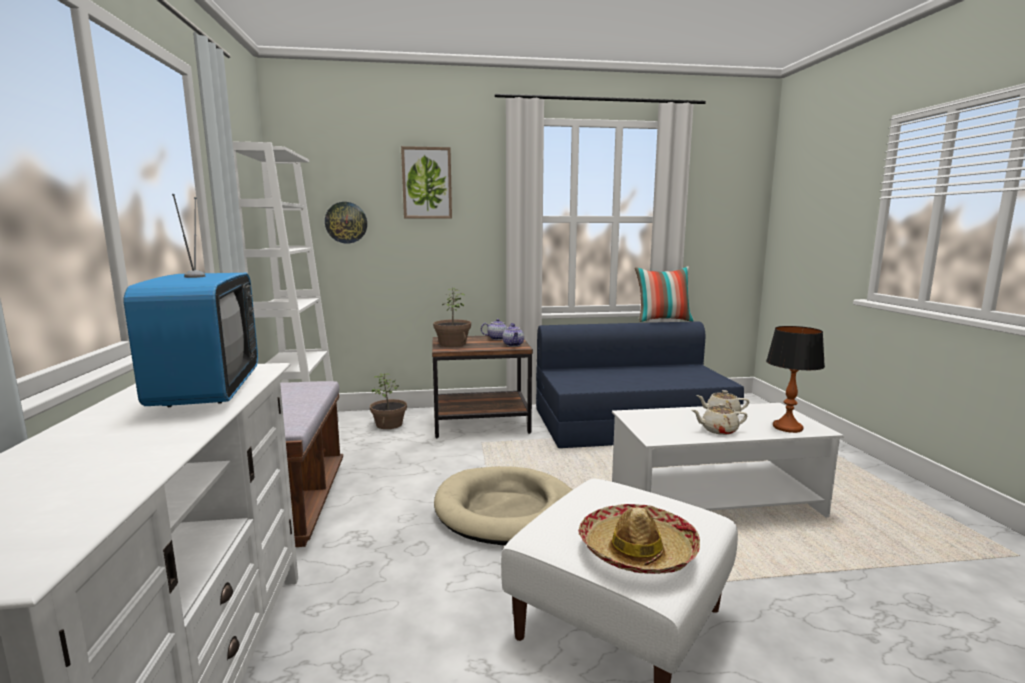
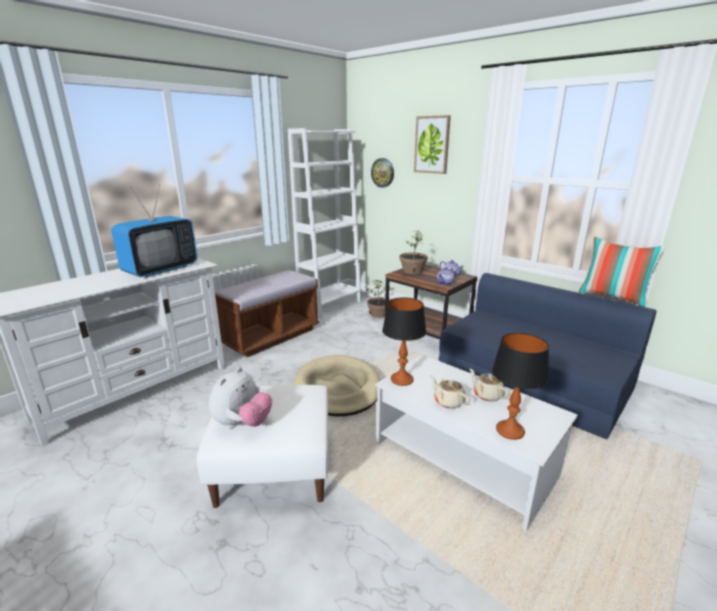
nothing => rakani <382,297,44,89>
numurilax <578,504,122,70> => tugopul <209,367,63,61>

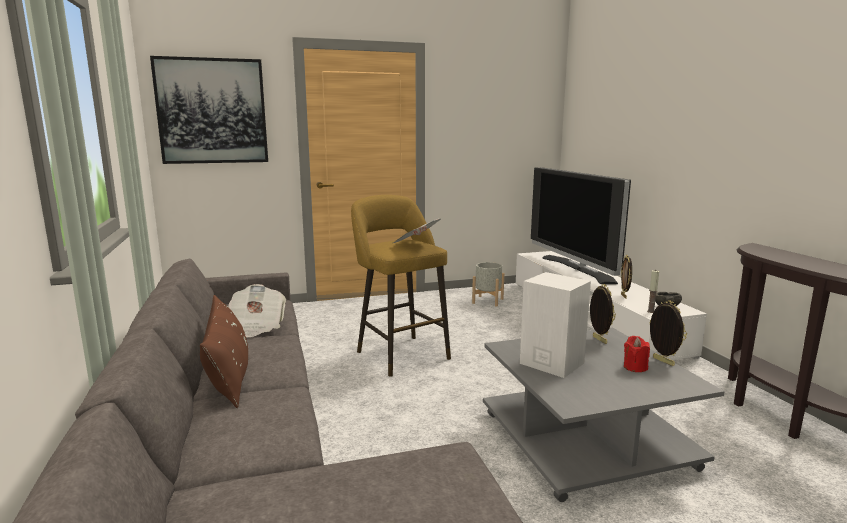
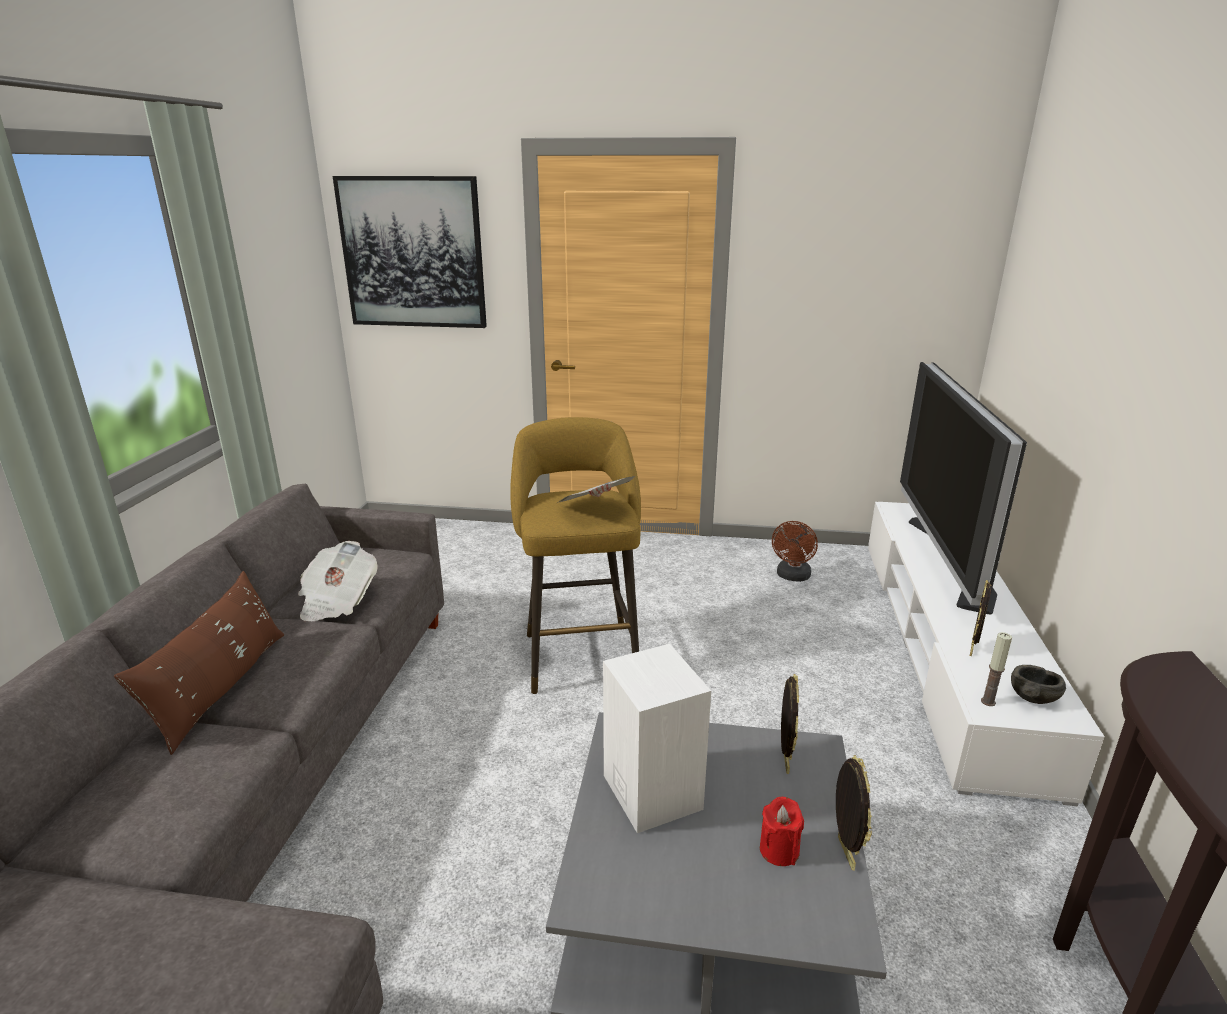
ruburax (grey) <472,262,32,45> => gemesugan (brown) <772,521,46,61>

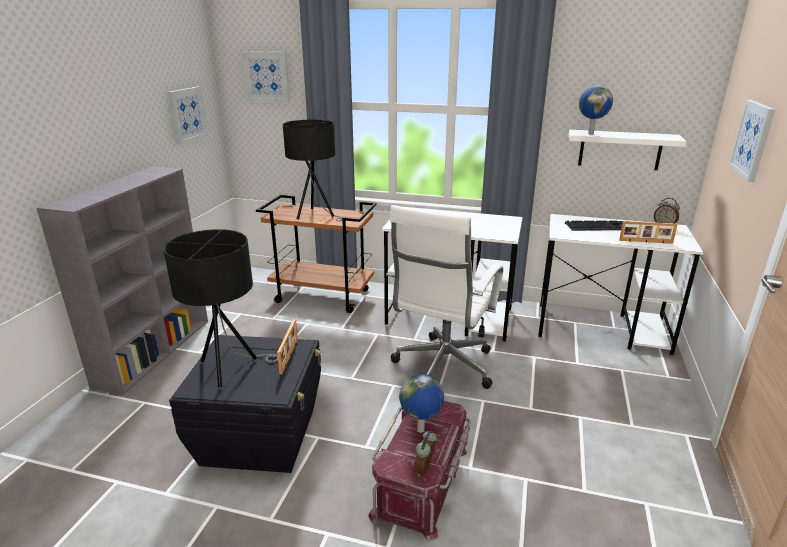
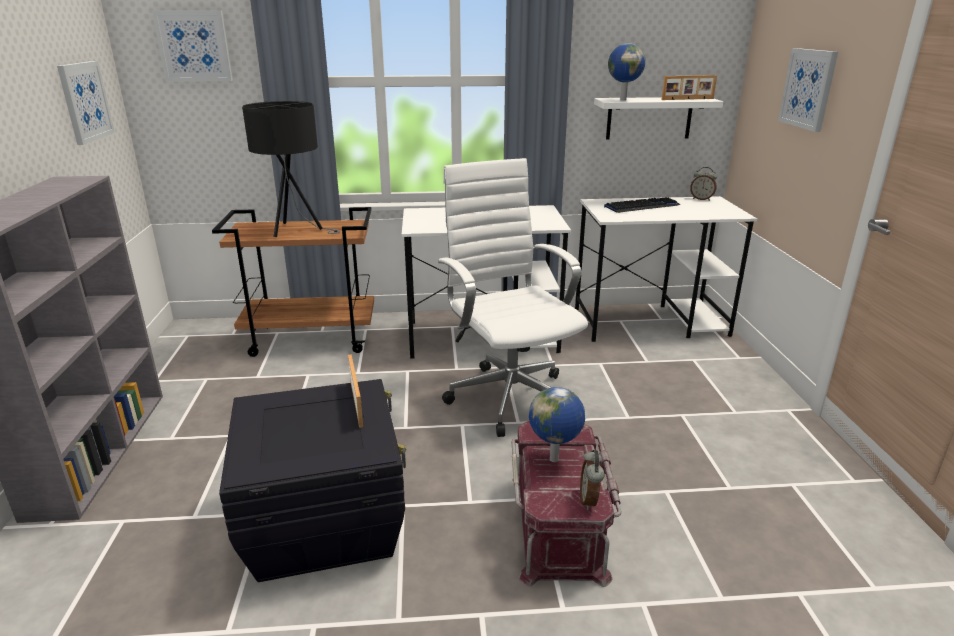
rakani (black) <163,229,115,159> => nothing
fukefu <619,221,59,23> => fukefu <662,75,55,25>, shifted
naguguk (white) <386,205,117,184> => naguguk (white) <438,158,150,279>, 150 degrees clockwise

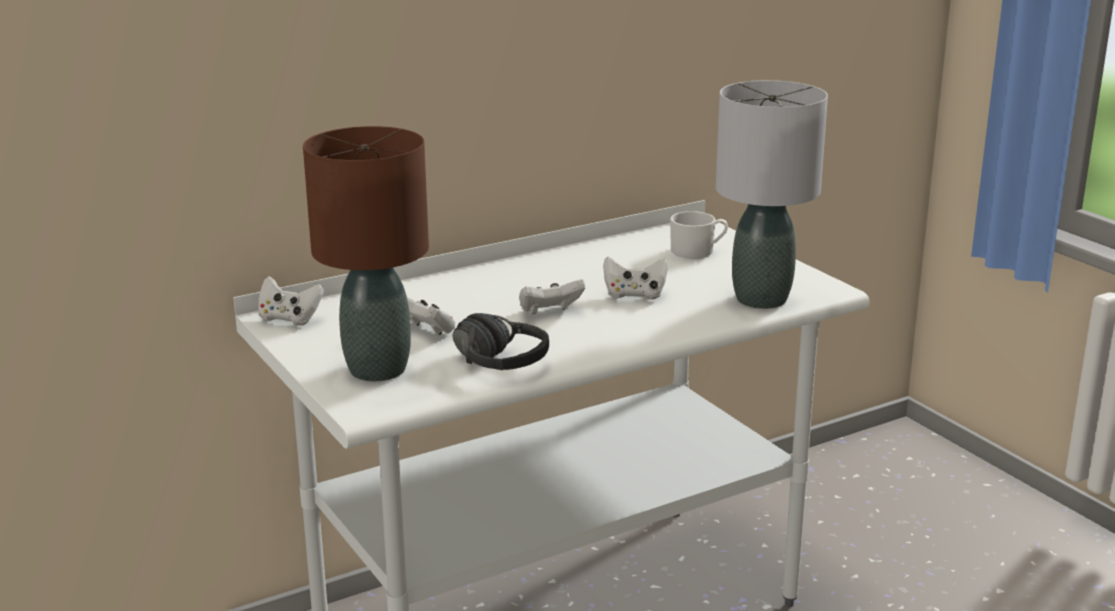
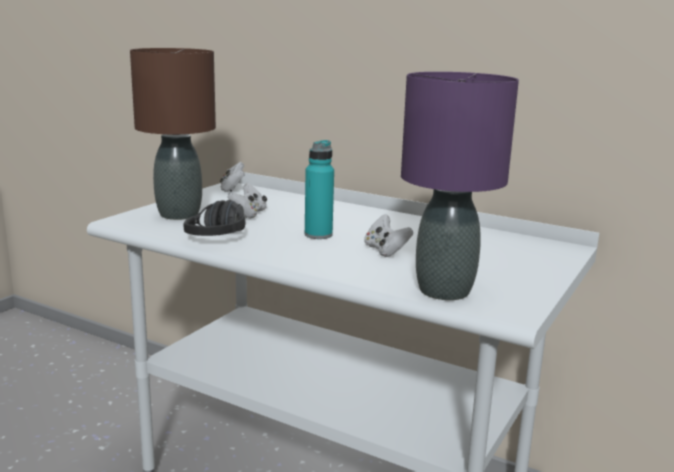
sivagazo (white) <670,211,58,47> => nothing
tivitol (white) <519,279,66,35> => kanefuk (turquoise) <305,140,29,99>
rakani (grey) <716,80,112,229> => rakani (purple) <401,72,118,228>

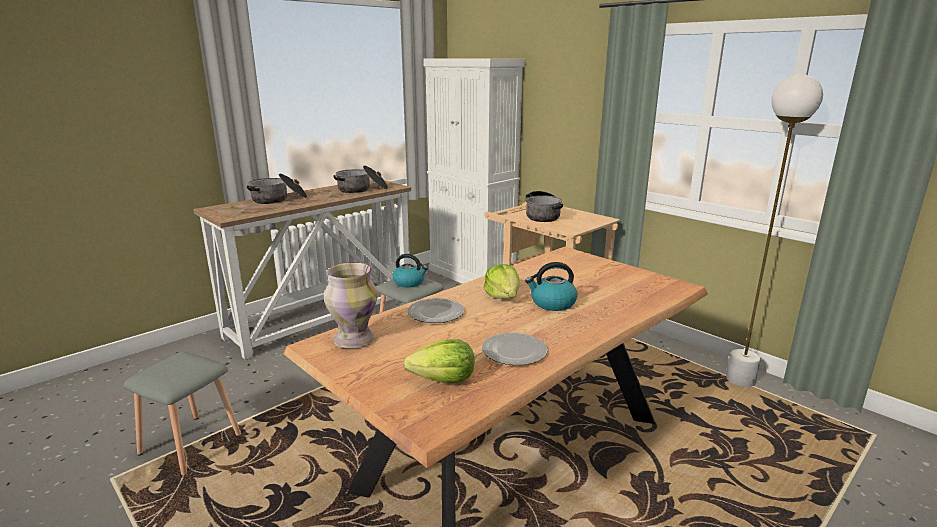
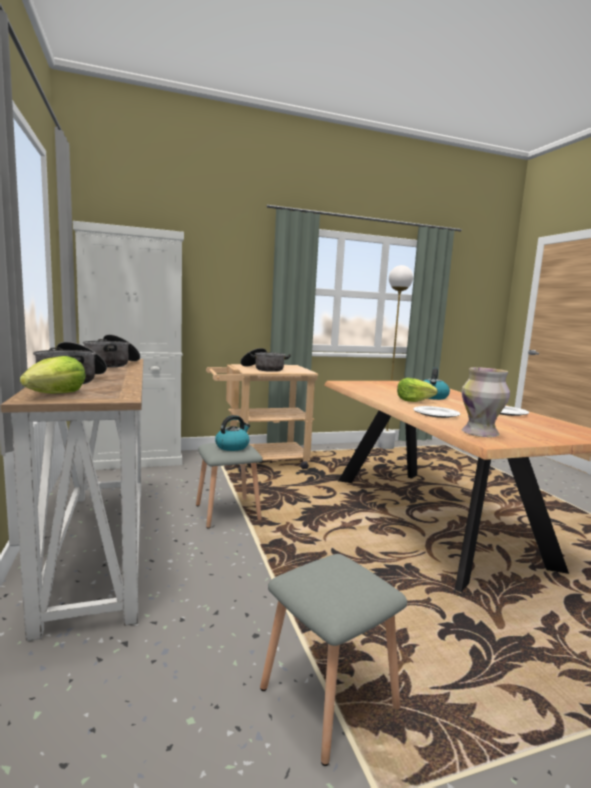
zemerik <403,339,71,44> => zemerik <20,356,66,37>, shifted

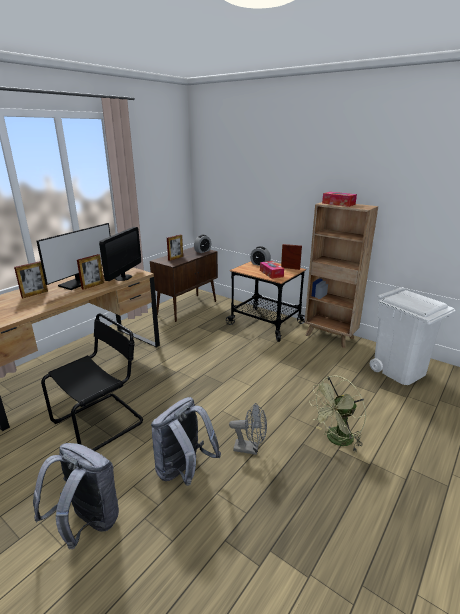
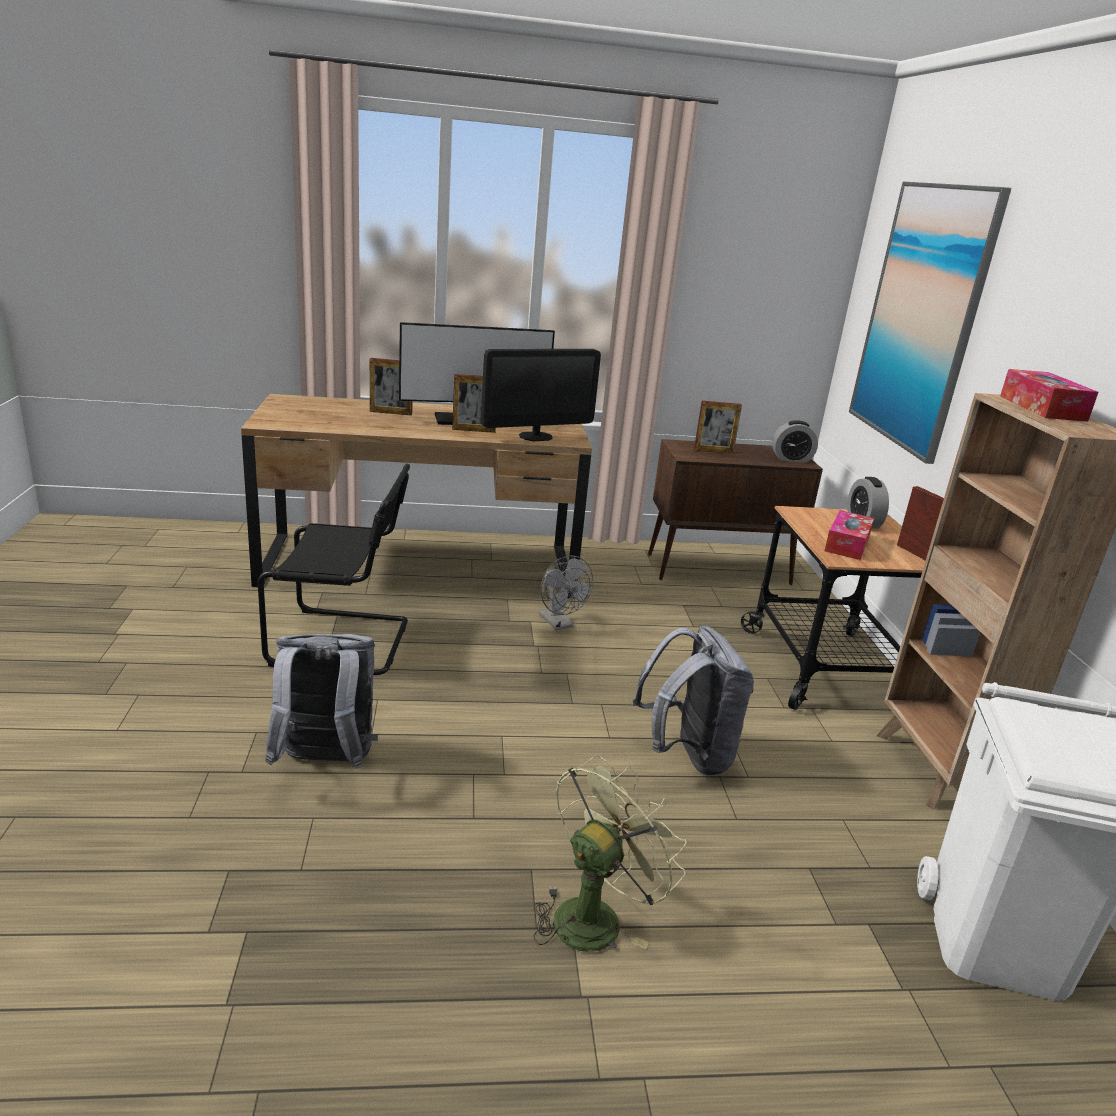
nothing => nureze <849,182,163,282>
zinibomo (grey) <33,443,86,106> => zinibomo (grey) <633,625,121,151>, shifted
gemesugan (grey) <229,403,38,52> => gemesugan (grey) <539,555,54,75>, shifted
gemesugan (green) <309,376,57,77> => gemesugan (green) <533,755,154,197>, 120 degrees clockwise

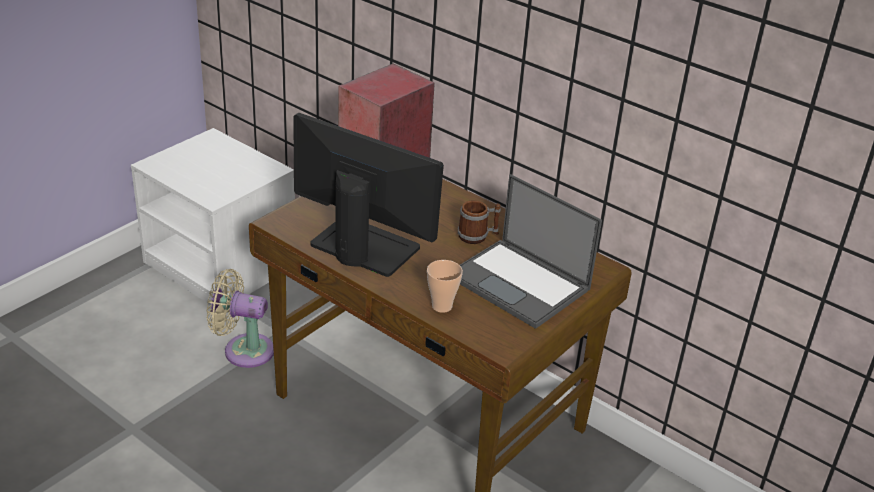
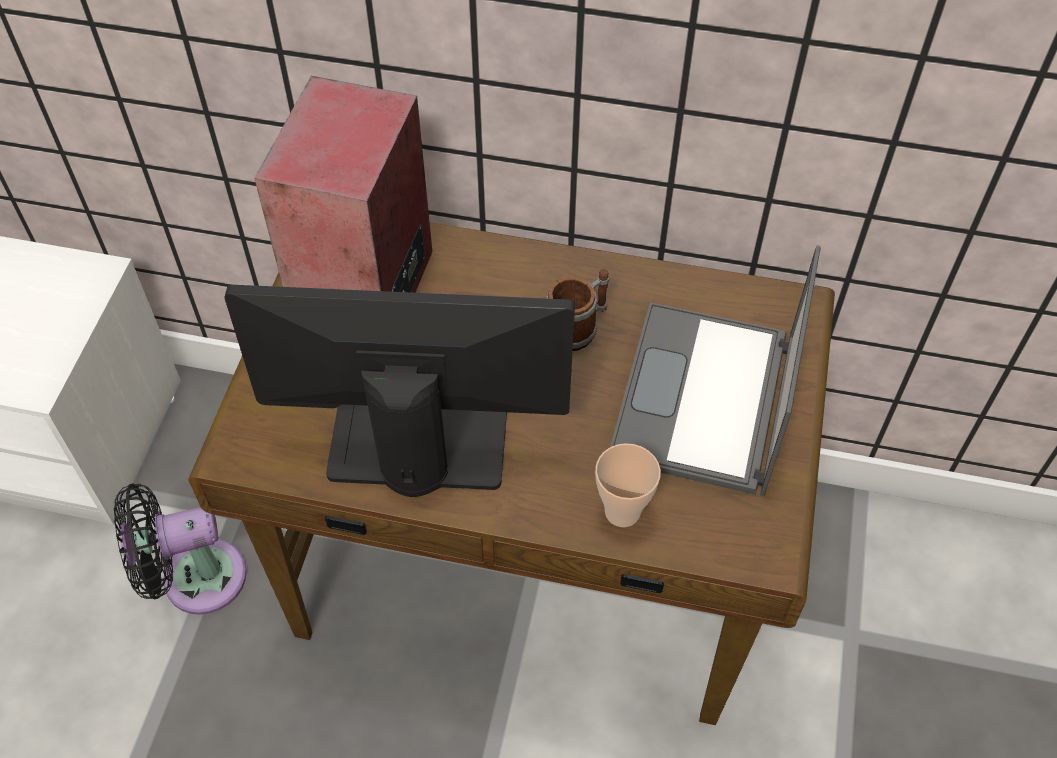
gemesugan (beige) <206,269,68,99> => gemesugan (black) <114,484,133,131>
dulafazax <460,174,142,155> => dulafazax <610,245,211,252>, 90 degrees clockwise

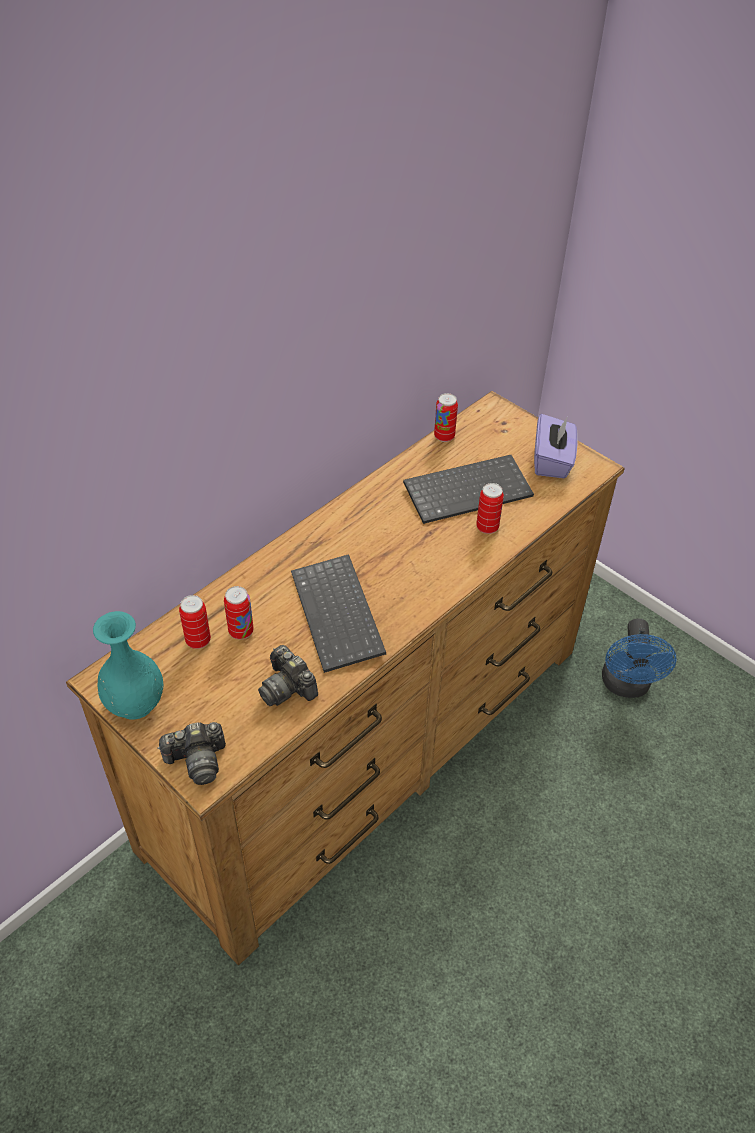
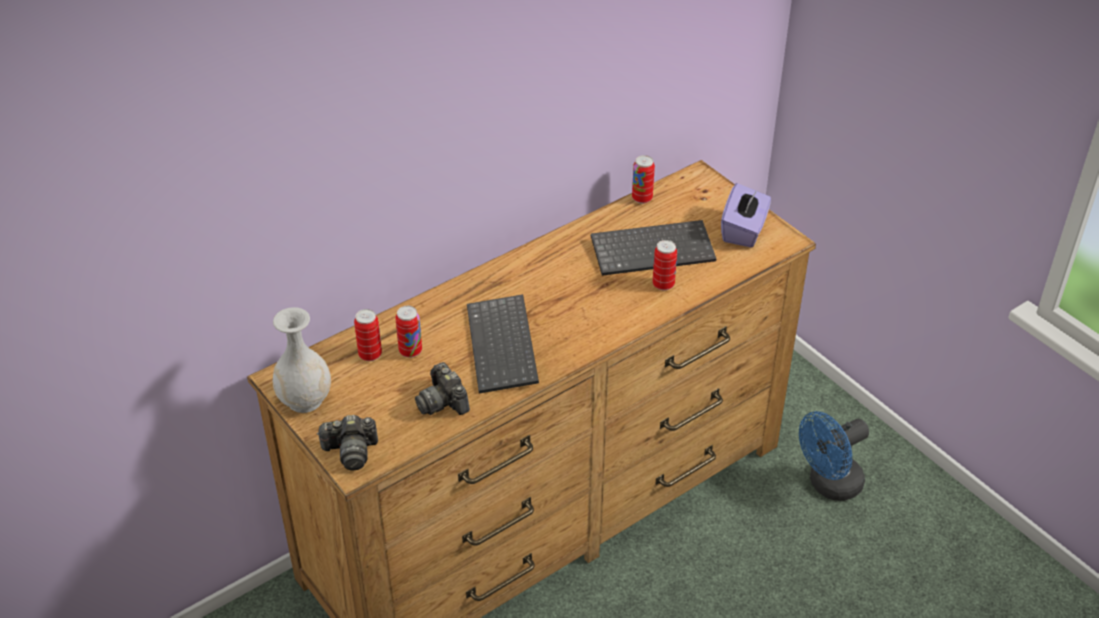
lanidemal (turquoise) <93,611,70,109> => lanidemal (white) <272,307,59,106>
gemesugan (blue) <602,618,74,80> => gemesugan (blue) <799,411,70,90>, 45 degrees clockwise

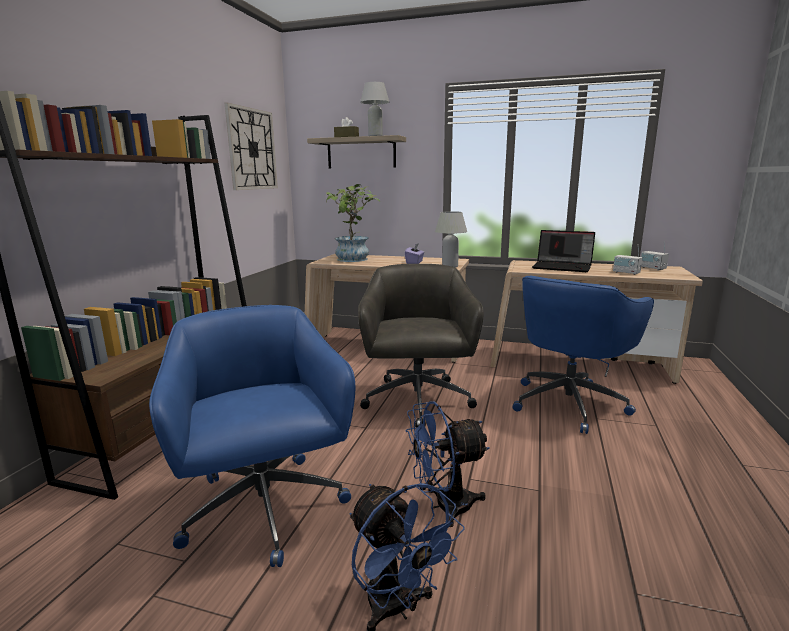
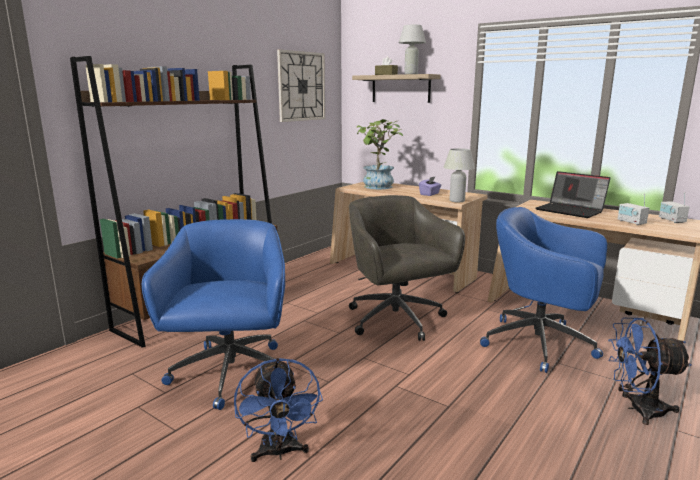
gemesugan (blue) <405,402,84,125> => gemesugan (blue) <608,318,84,107>, shifted
naguguk (grey) <358,264,126,163> => naguguk (grey) <349,195,116,146>, 45 degrees counterclockwise
naguguk (blue) <512,276,142,158> => naguguk (blue) <480,207,127,166>, 60 degrees clockwise

